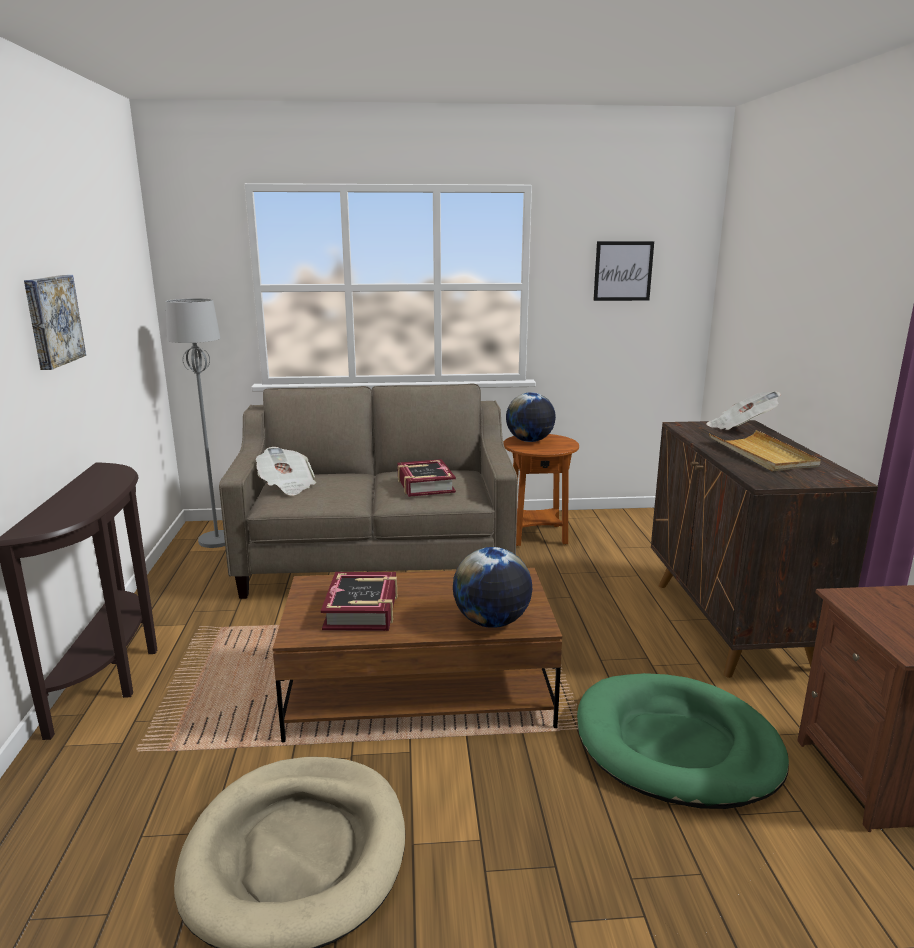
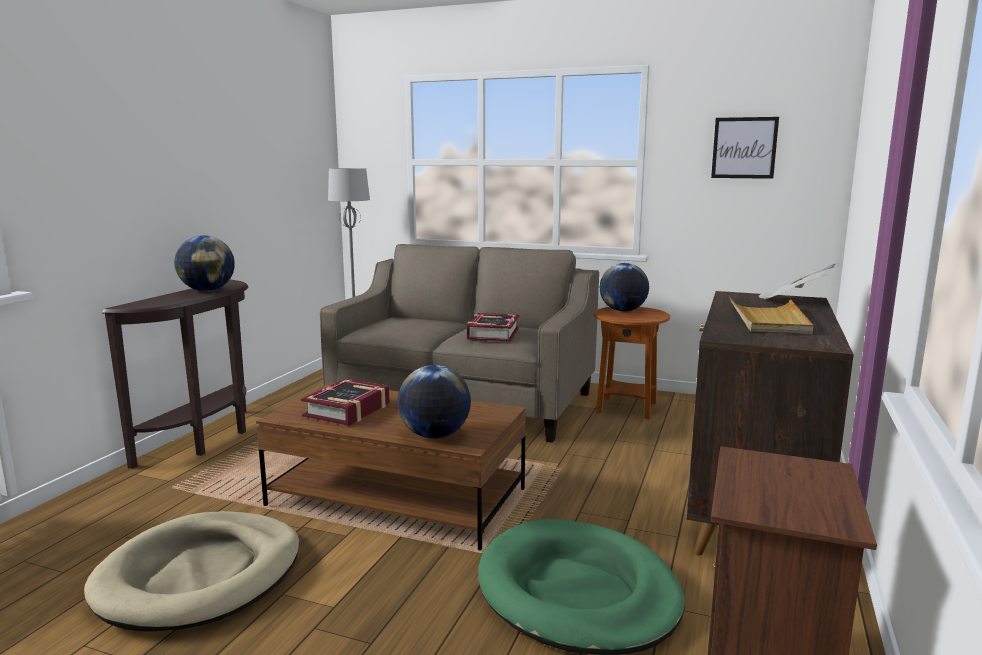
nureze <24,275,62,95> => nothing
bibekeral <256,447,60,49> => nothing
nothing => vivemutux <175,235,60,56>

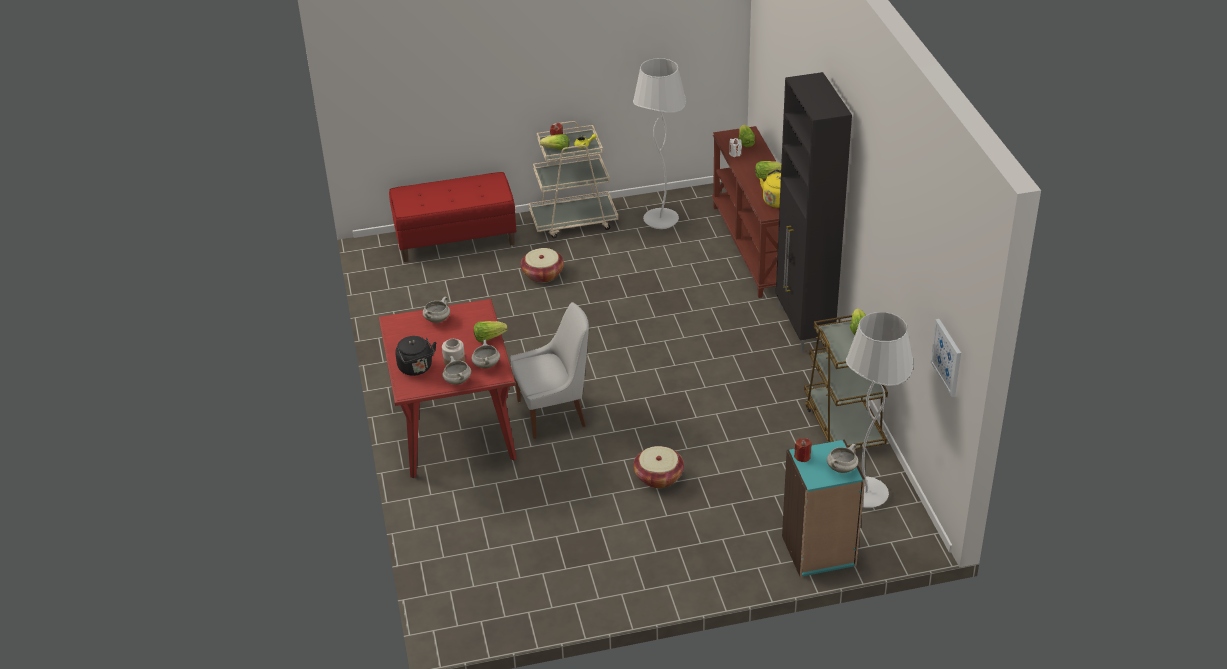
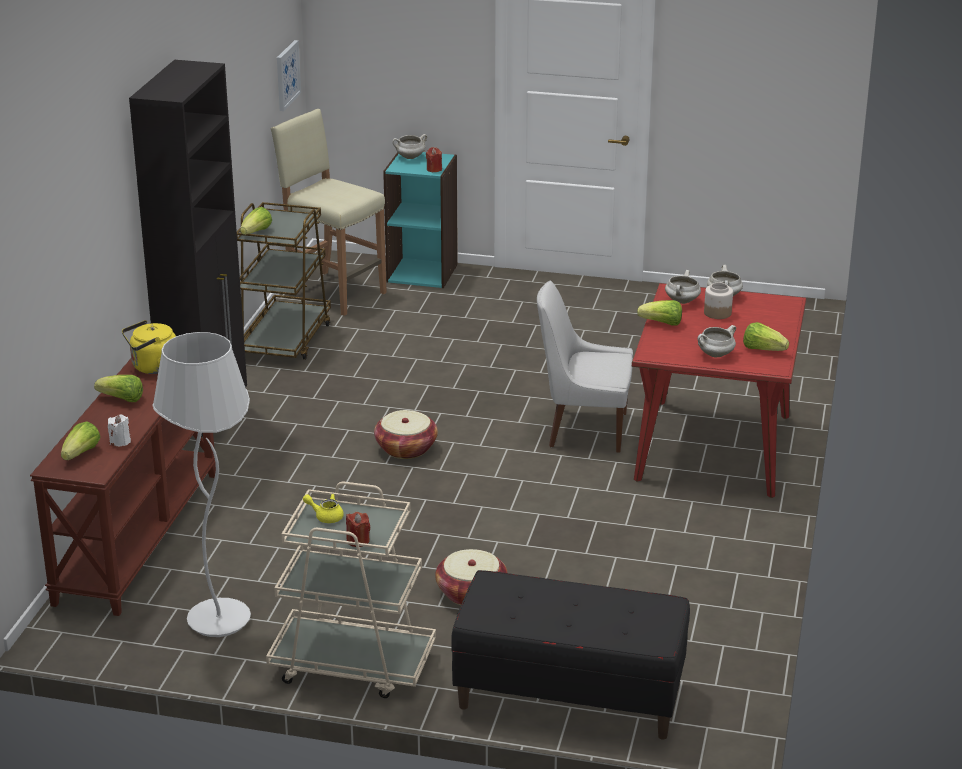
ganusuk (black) <395,336,41,40> => nothing
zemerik <540,134,29,17> => zemerik <743,322,46,29>, shifted
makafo <633,446,51,42> => makafo <374,410,64,49>, shifted
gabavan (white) <846,312,68,196> => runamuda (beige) <271,109,116,207>
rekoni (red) <389,172,127,90> => rekoni (black) <451,570,239,170>

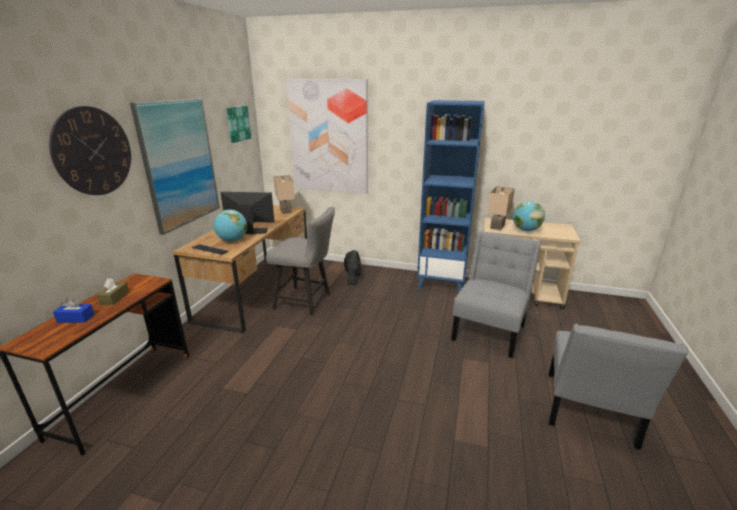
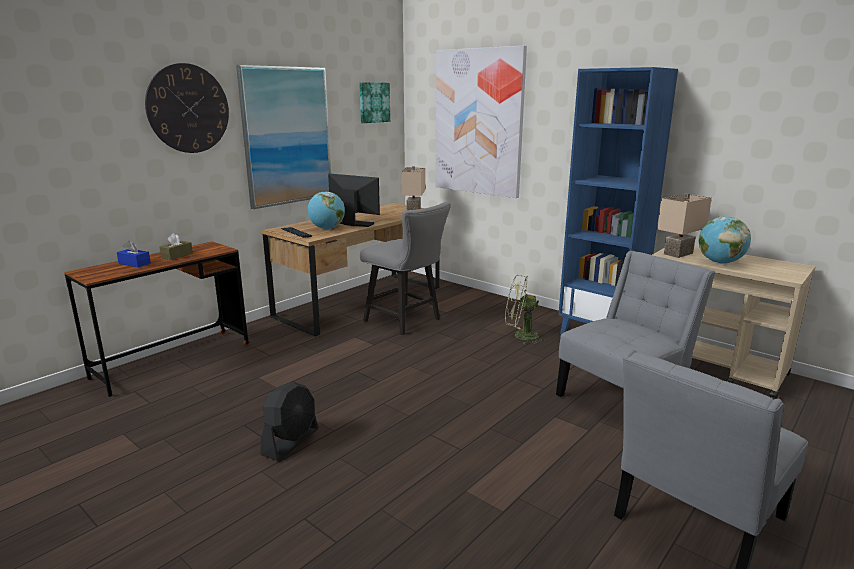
nothing => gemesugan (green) <505,275,41,69>
gemesugan (black) <344,250,18,35> => gemesugan (black) <260,382,58,79>, shifted

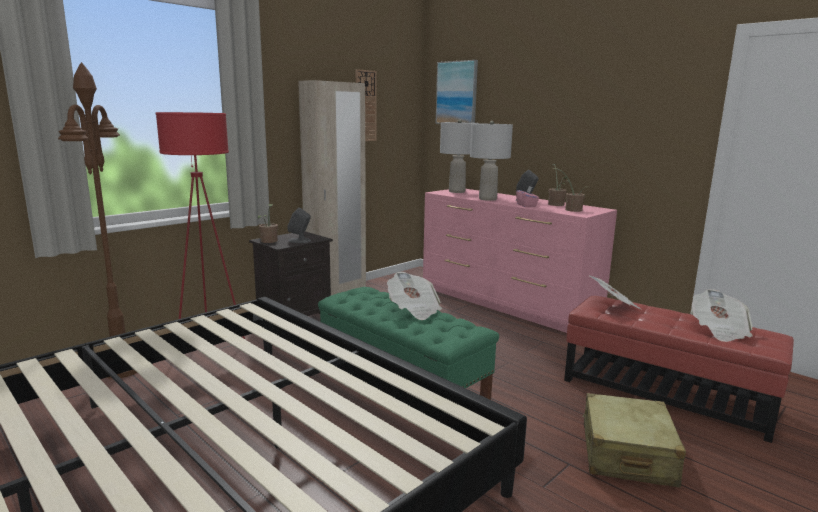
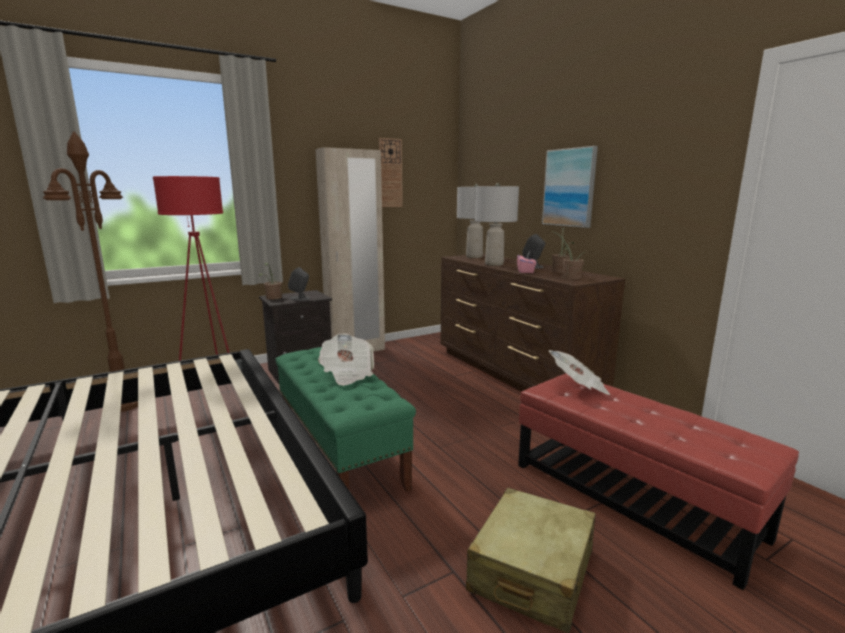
bibekeral <691,289,62,53> => nothing
nureze <436,60,42,64> => nureze <542,146,56,82>, shifted
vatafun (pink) <423,189,194,144> => vatafun (brown) <441,254,184,137>

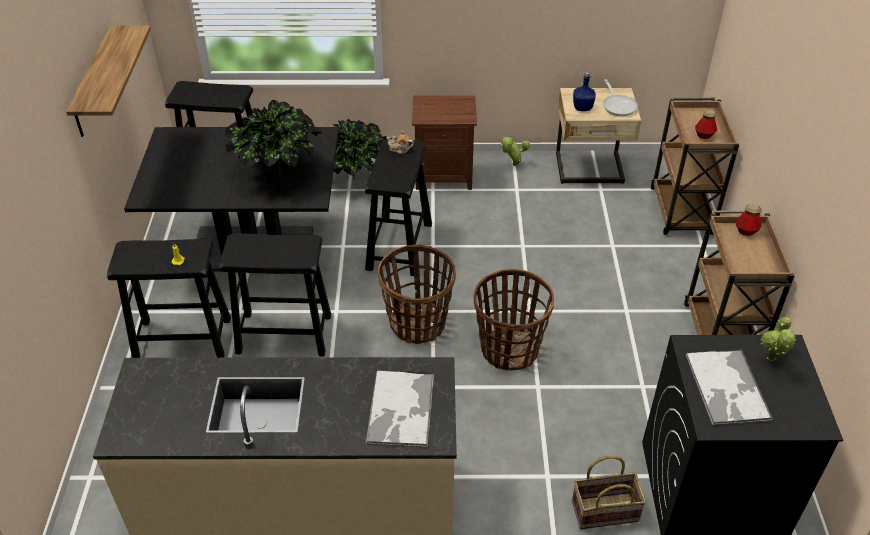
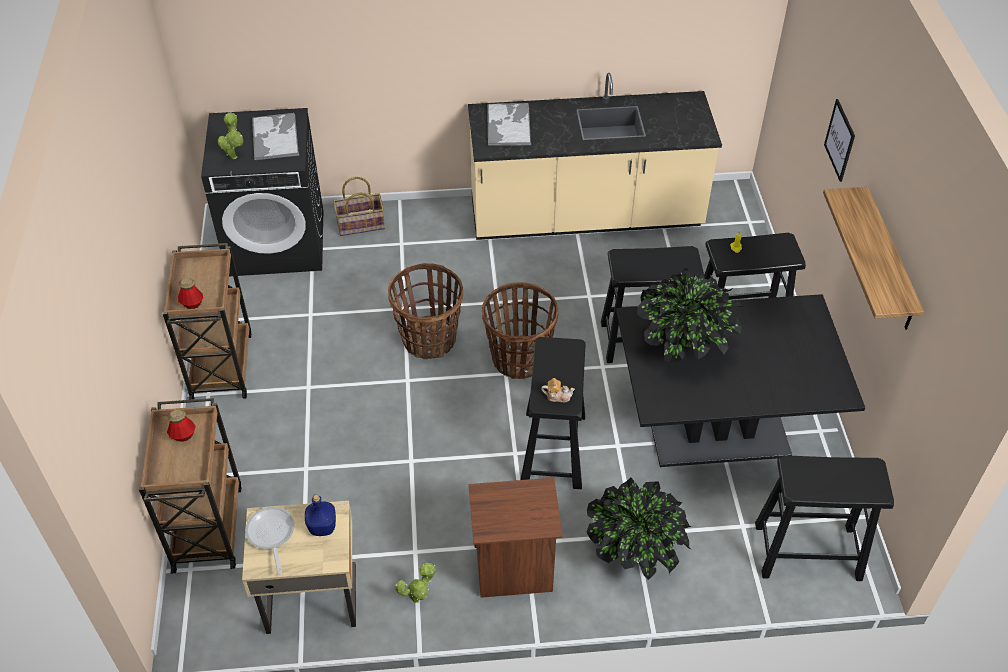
nothing => nureze <824,99,31,83>

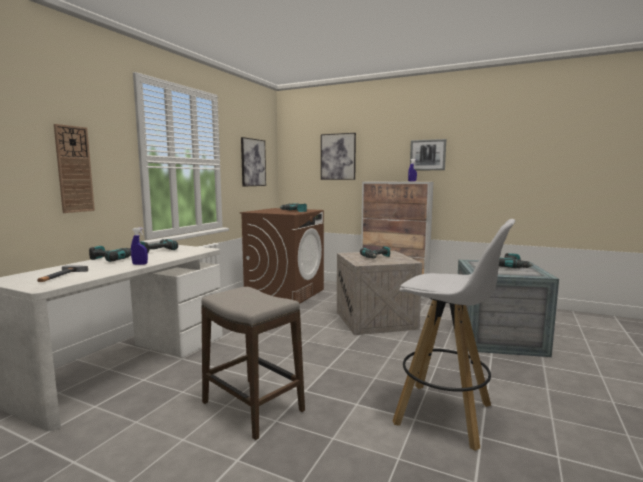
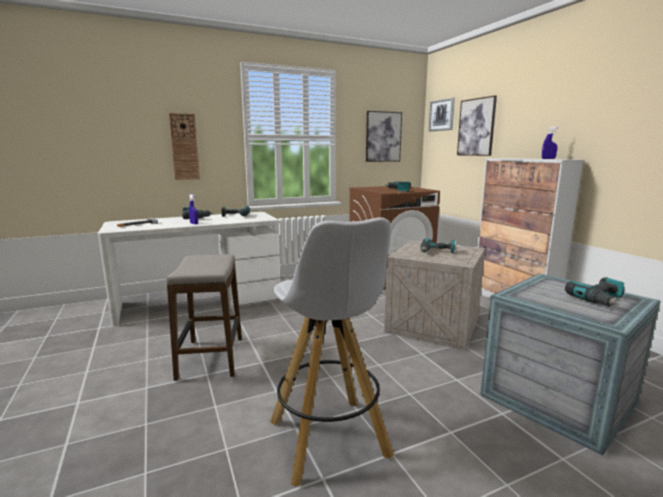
nureze <410,139,36,31> => nureze <429,98,26,33>, shifted

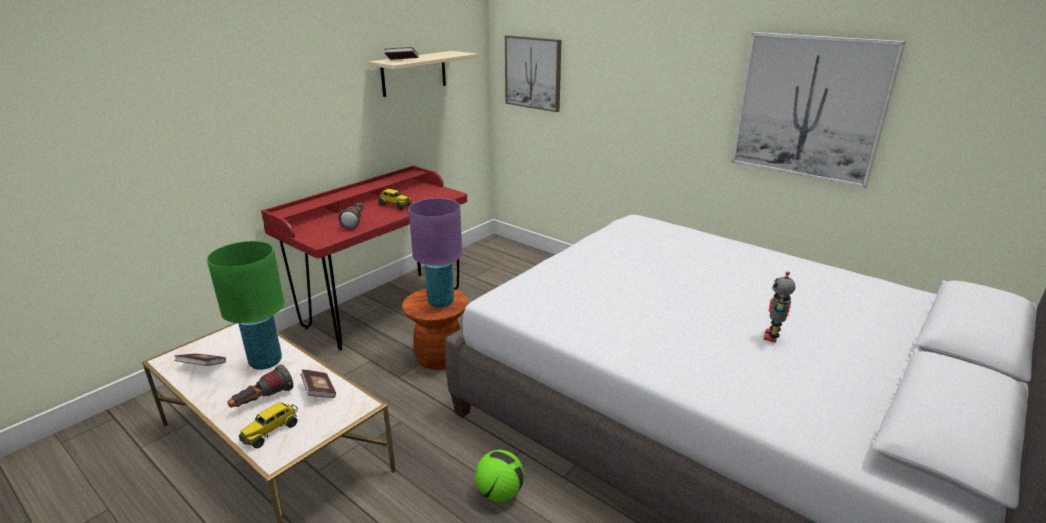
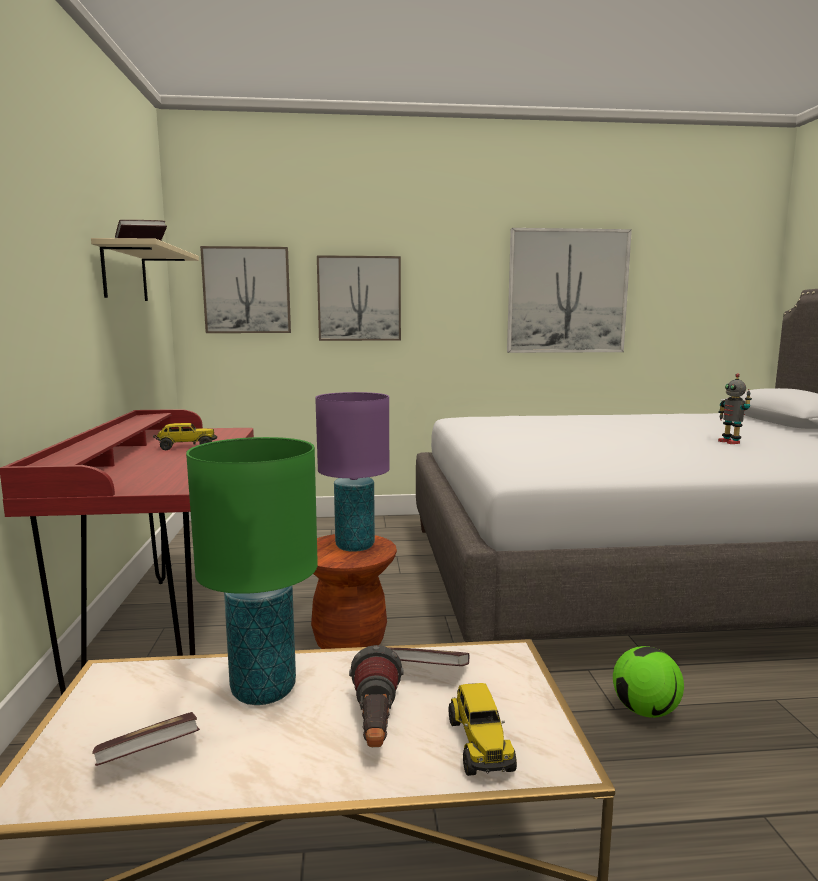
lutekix <339,202,25,27> => nothing
nothing => nureze <317,255,84,86>

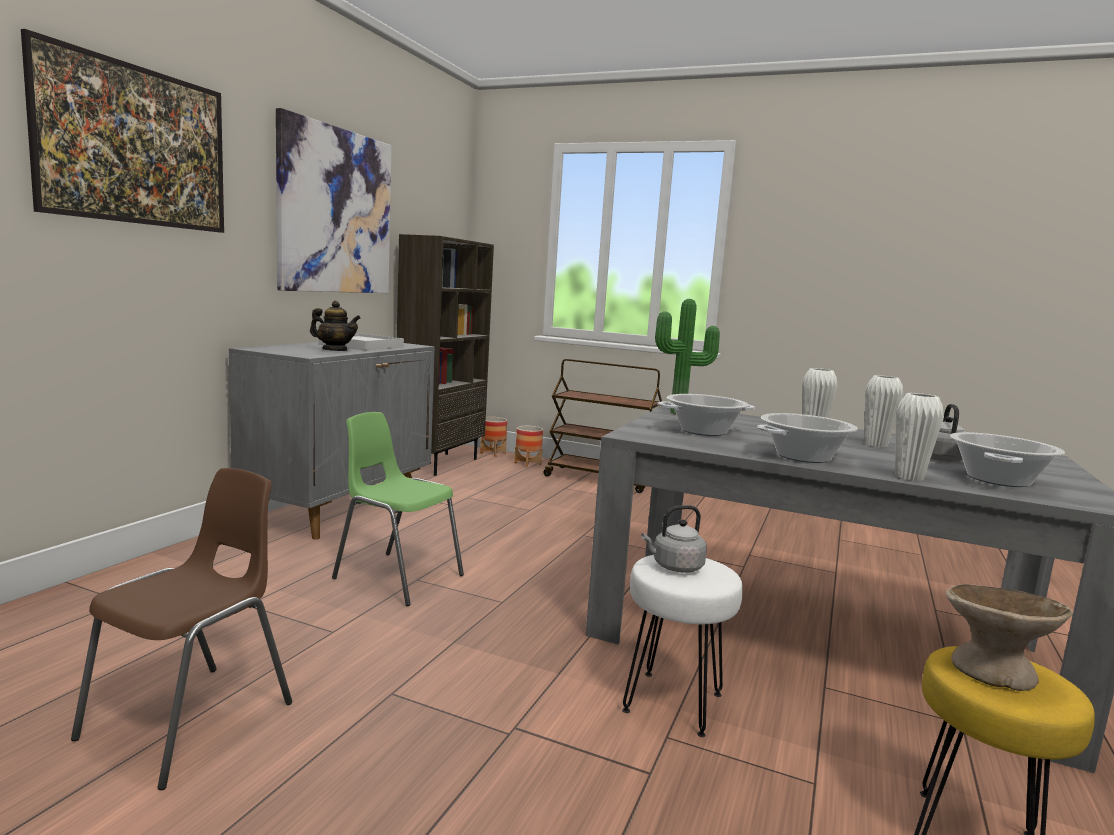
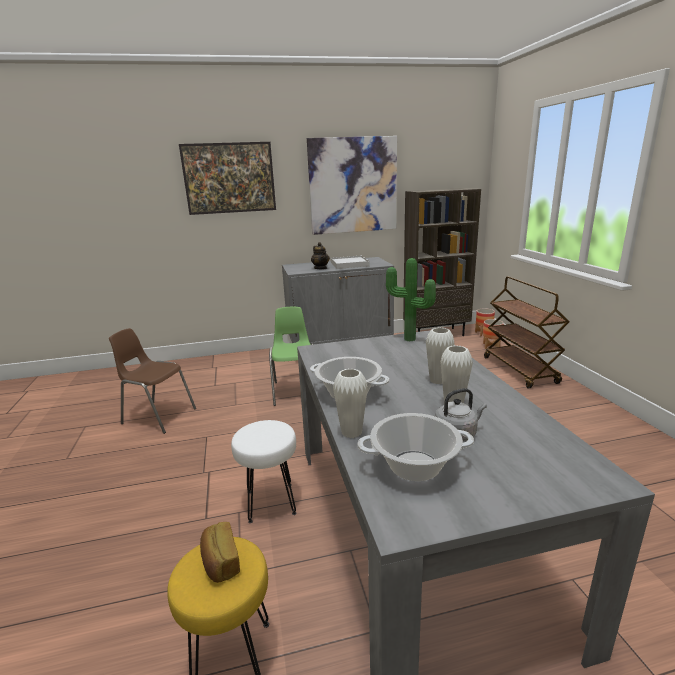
ganusuk (grey) <641,505,66,68> => nothing
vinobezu <657,394,98,42> => nothing
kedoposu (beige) <946,584,127,107> => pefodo <200,522,40,61>
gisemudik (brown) <71,468,221,322> => gisemudik (brown) <109,328,87,106>, 150 degrees counterclockwise

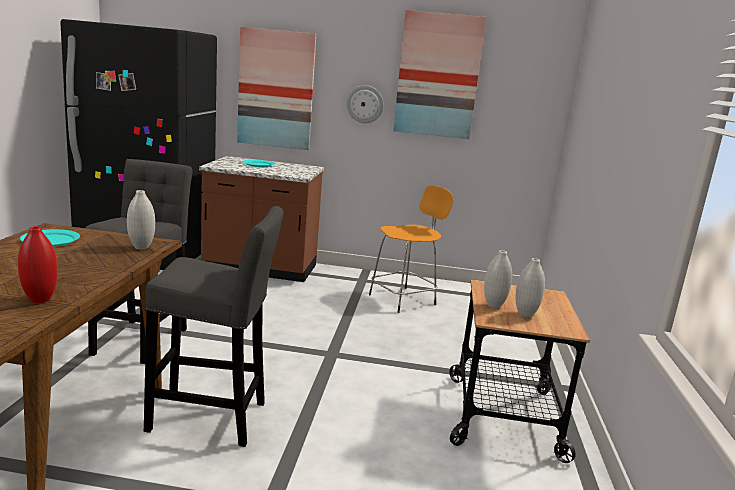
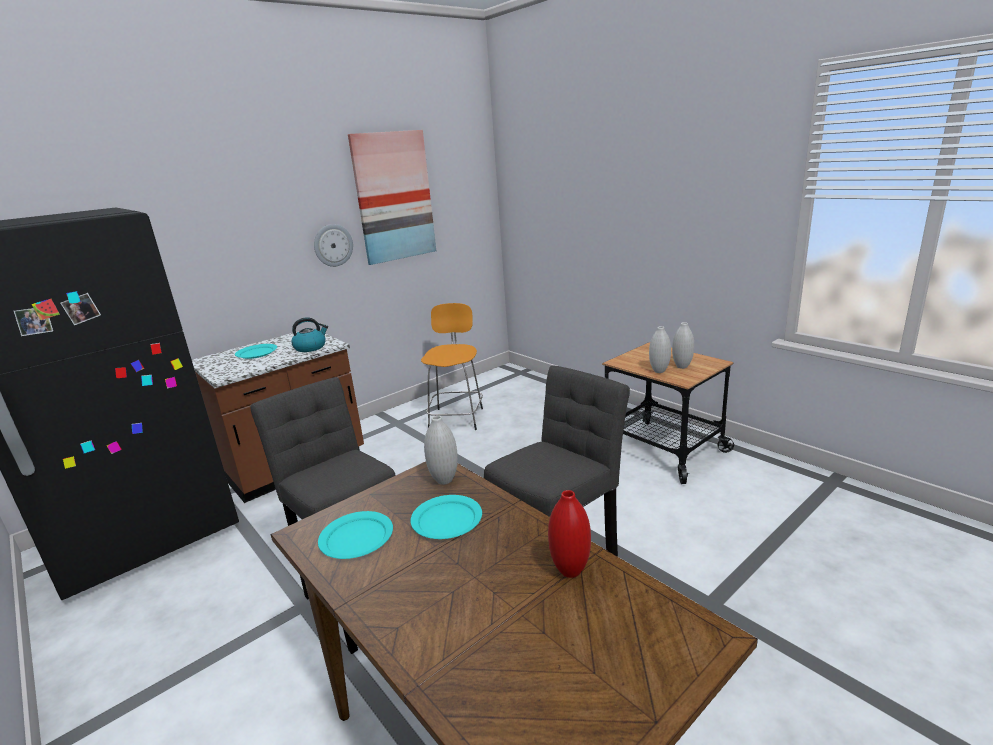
nureze <237,27,79,123> => nothing
nothing => ganusuk <291,317,37,35>
nothing => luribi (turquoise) <411,495,71,44>

